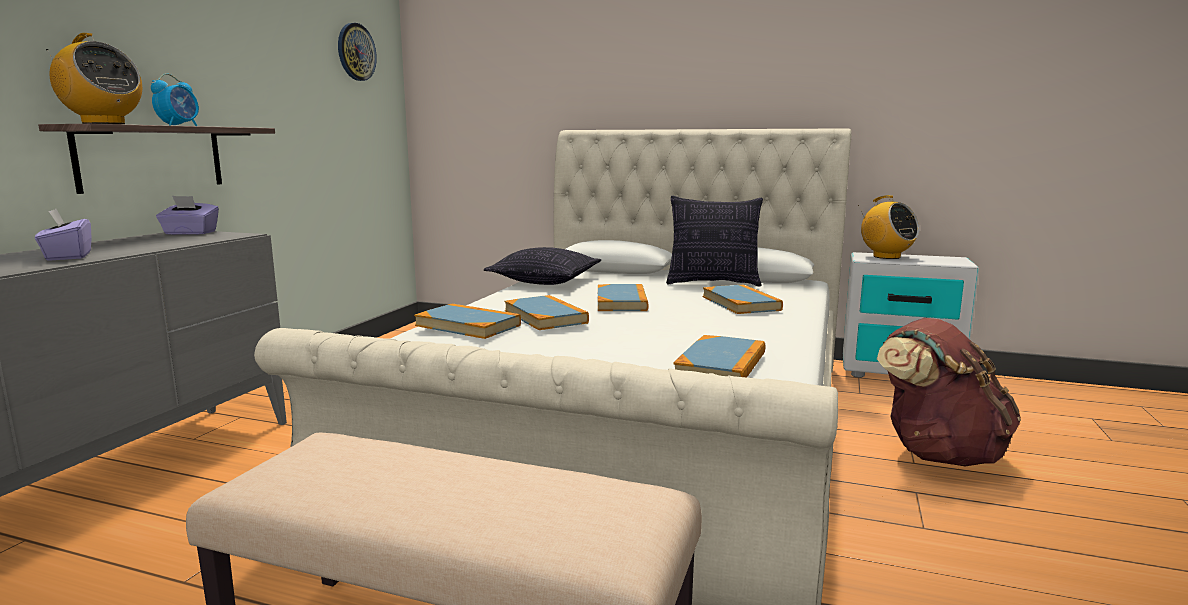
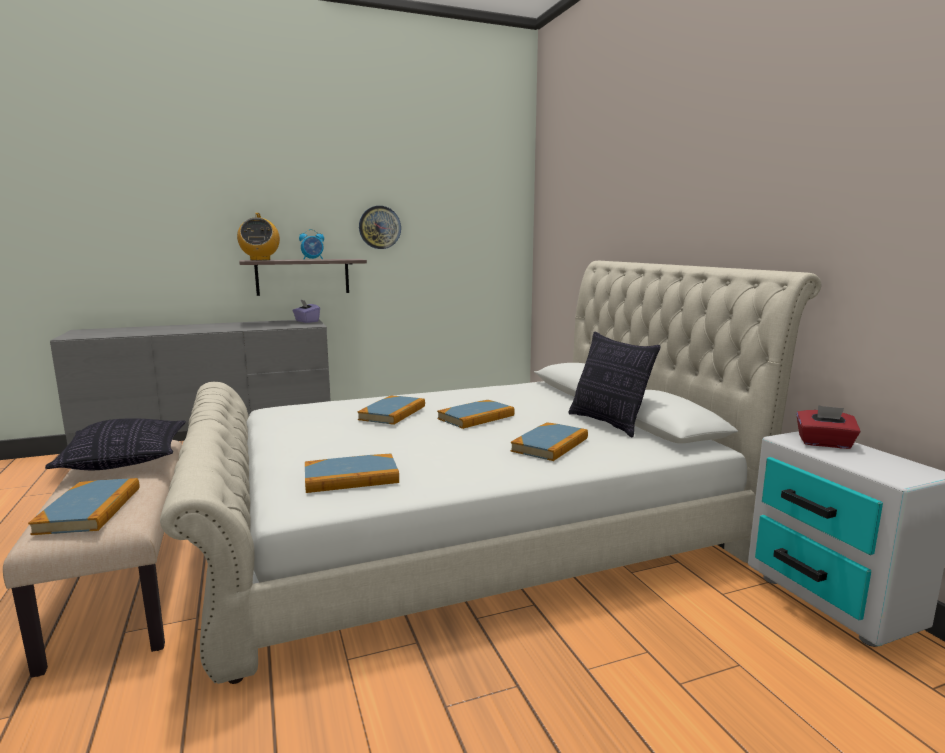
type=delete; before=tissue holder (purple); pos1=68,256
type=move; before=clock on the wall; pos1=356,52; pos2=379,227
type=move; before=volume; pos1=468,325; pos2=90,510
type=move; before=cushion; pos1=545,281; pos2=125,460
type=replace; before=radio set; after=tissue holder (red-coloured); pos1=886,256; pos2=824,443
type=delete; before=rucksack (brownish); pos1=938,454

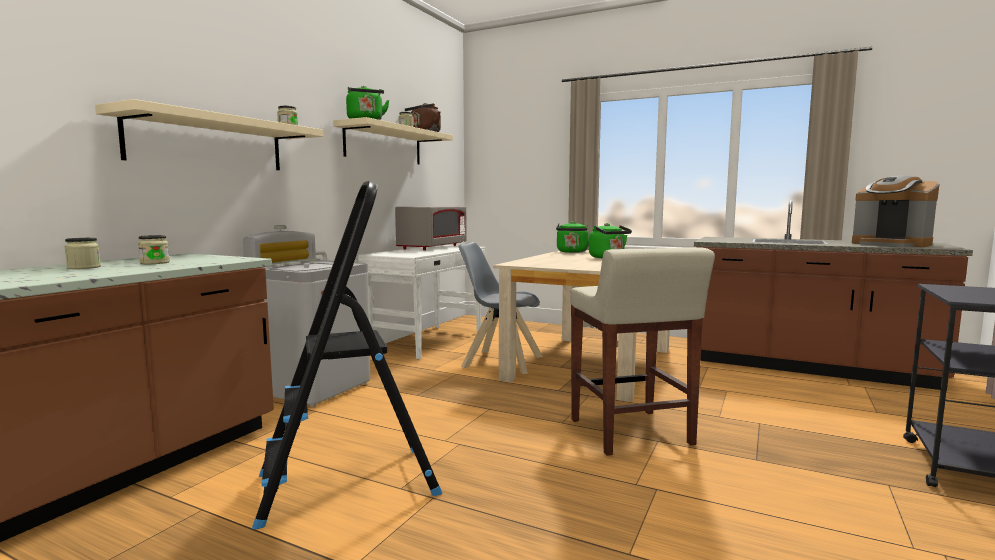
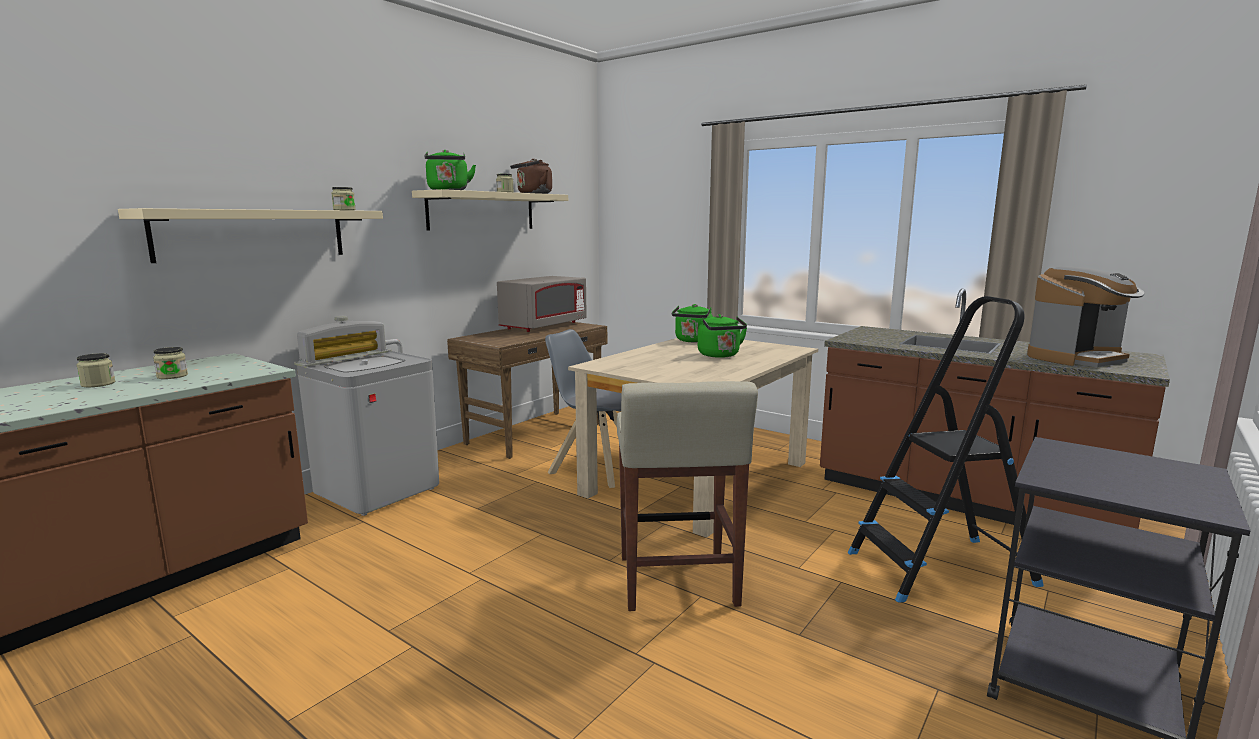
type=move; before=step stool (black); pos1=345,484; pos2=939,568
type=recolor; before=console table (white); after=console table (brownish); pos1=429,341; pos2=535,433
type=rotate; before=coffee brewer; pos1=891,244; pos2=1076,358; turn=-90

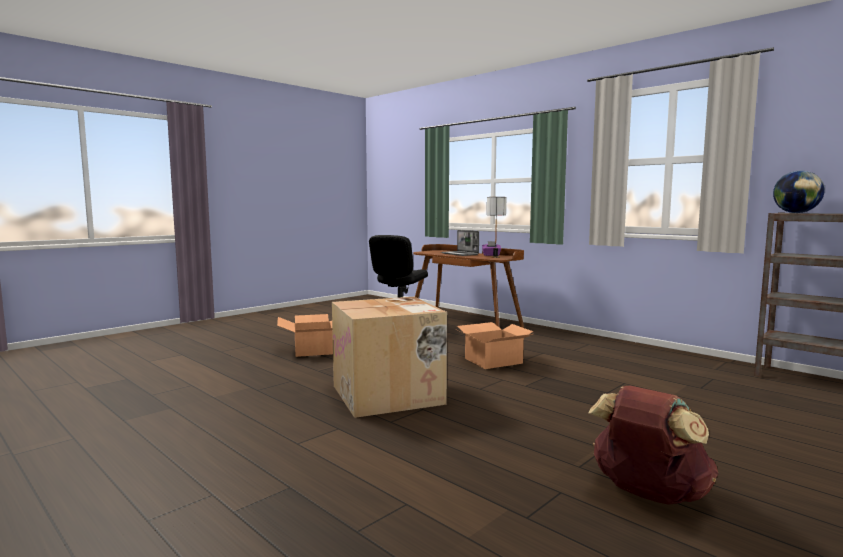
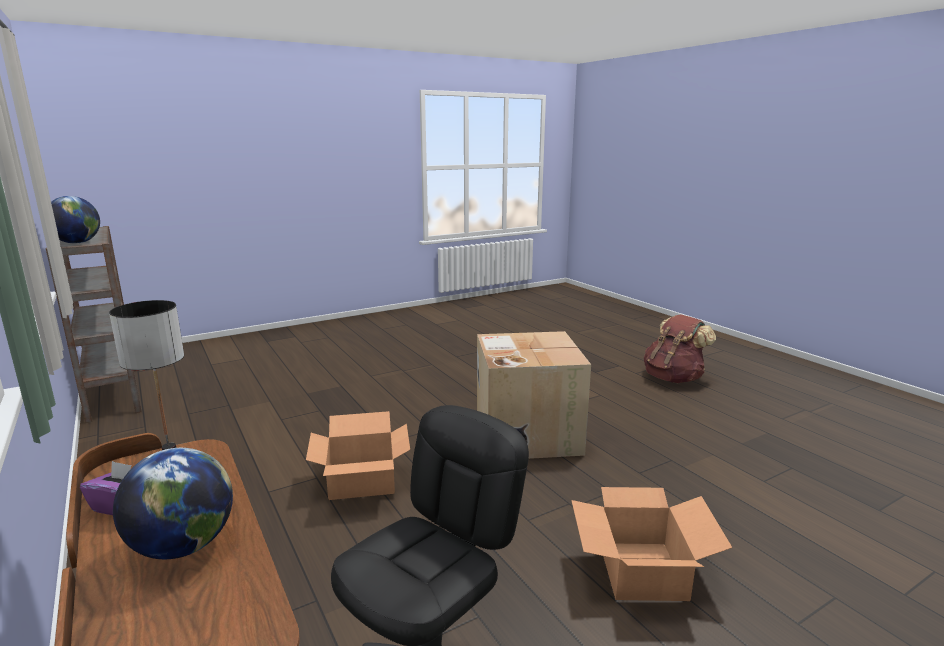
type=replace; before=portable computer; after=globe; pos1=460,254; pos2=183,546
type=move; before=rucksack (brownish); pos1=648,494; pos2=673,378

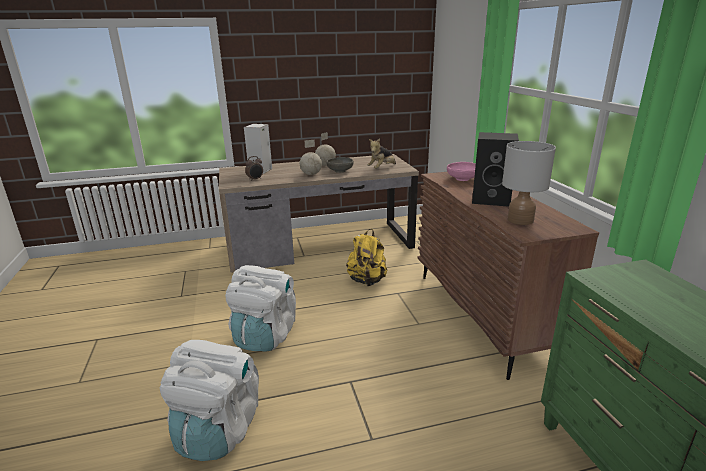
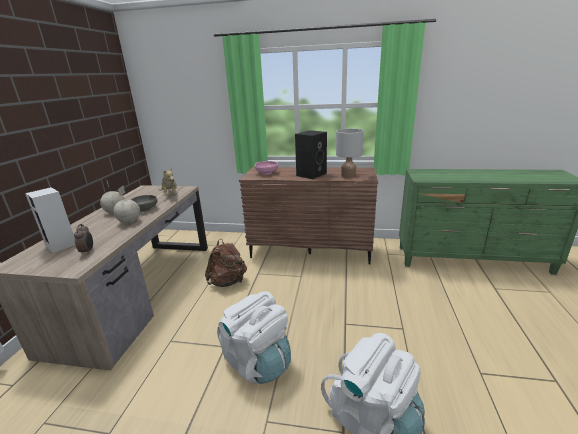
type=recolor; before=rucksack (yellowish); after=rucksack (brownish); pos1=367,281; pos2=228,282

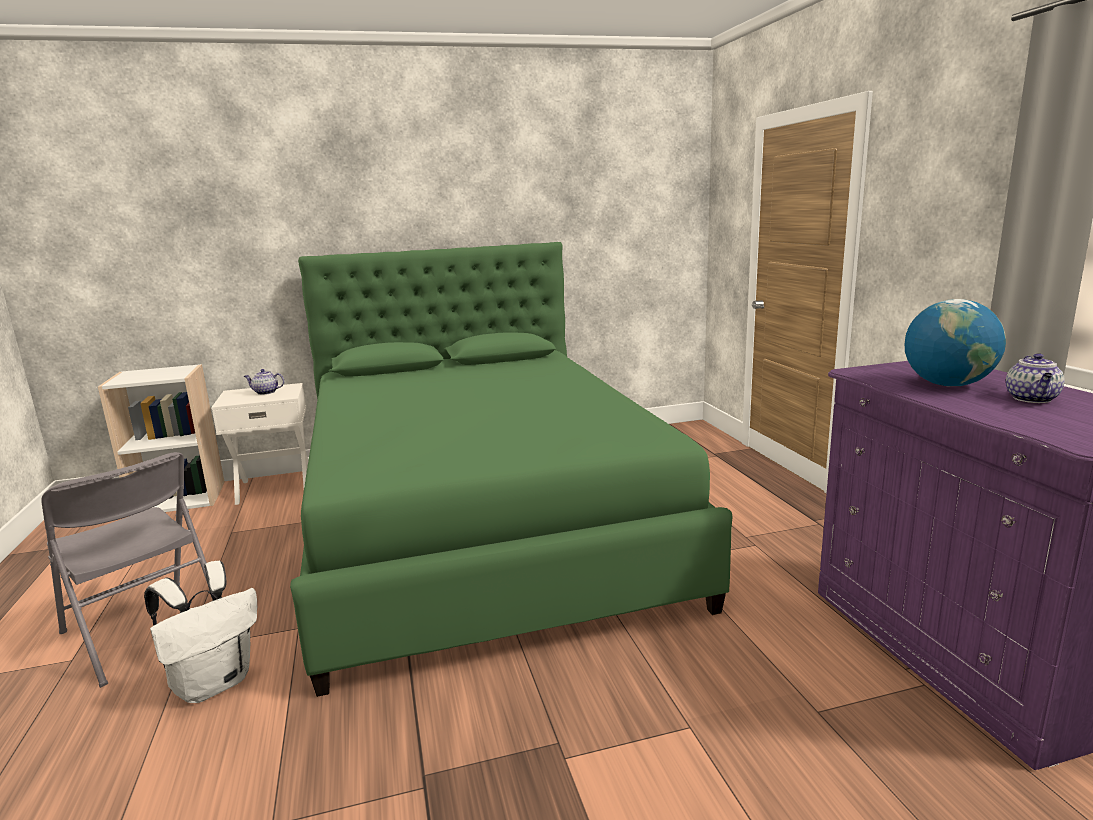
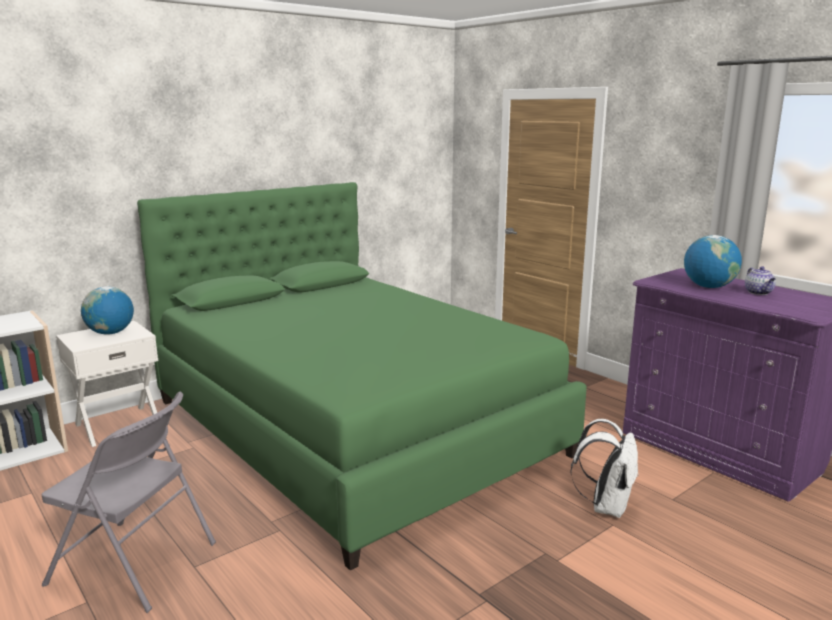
type=move; before=rucksack (white); pos1=214,682; pos2=606,506
type=replace; before=tea pot; after=globe; pos1=265,392; pos2=110,333

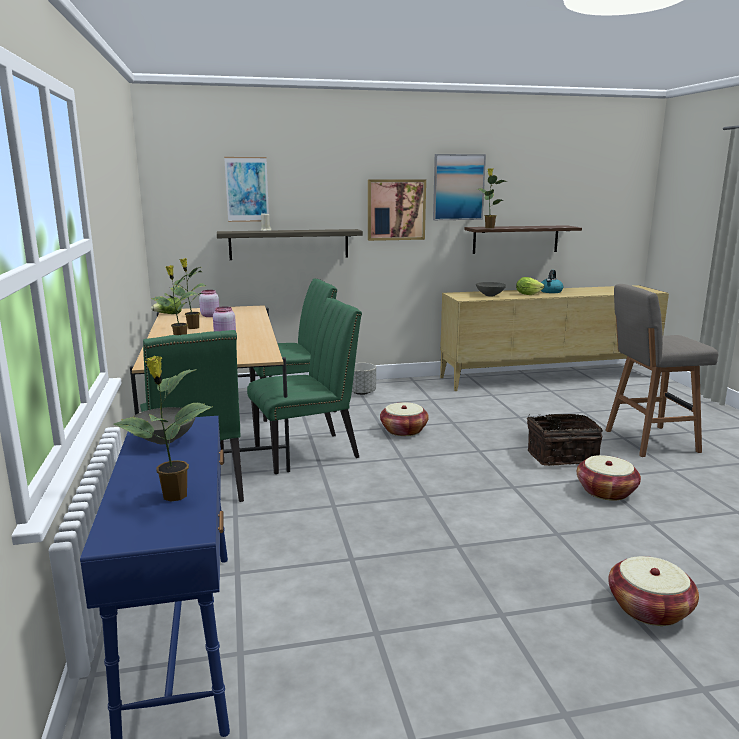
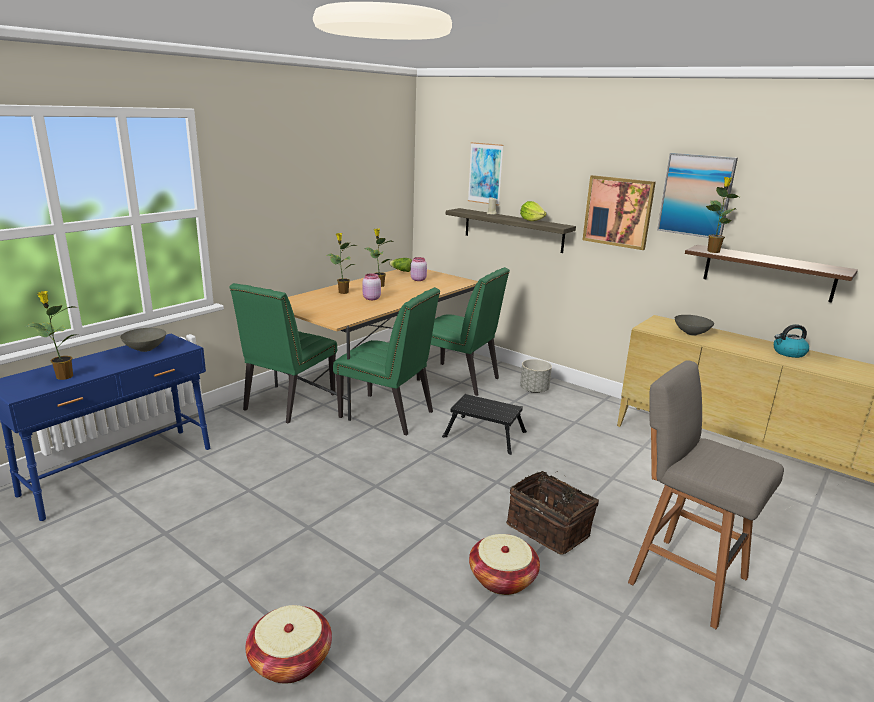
type=replace; before=household basket; after=step stool (black); pos1=404,430; pos2=485,434
type=move; before=lettuce; pos1=528,294; pos2=531,220

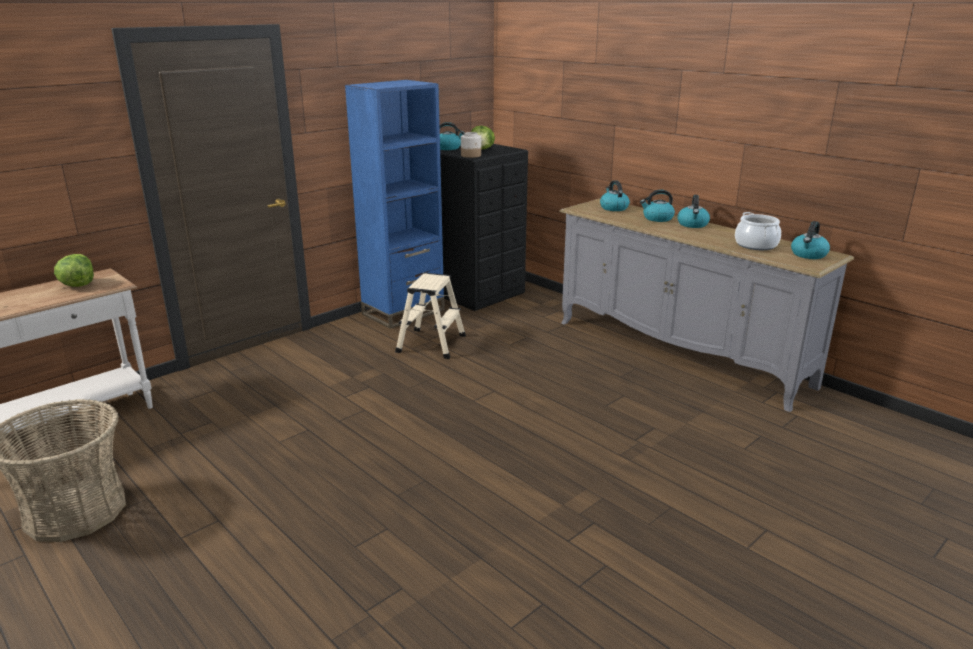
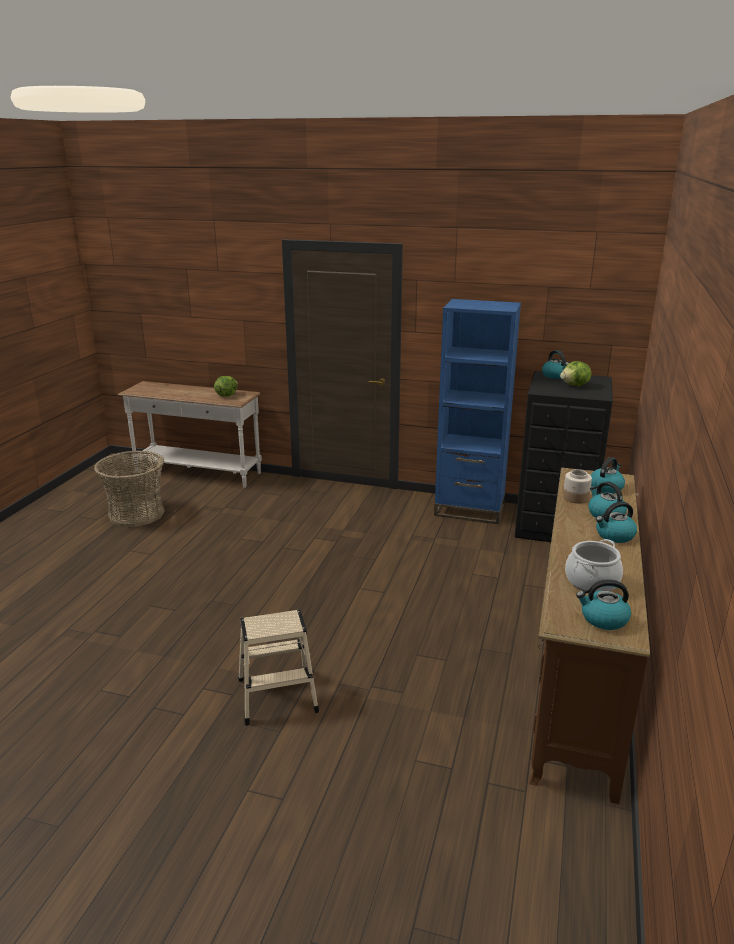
type=move; before=step stool (beige); pos1=431,344; pos2=277,694
type=move; before=preserve jar; pos1=471,155; pos2=575,498
type=recolor; before=cabinet (gray); after=cabinet (brownish); pos1=677,353; pos2=576,673

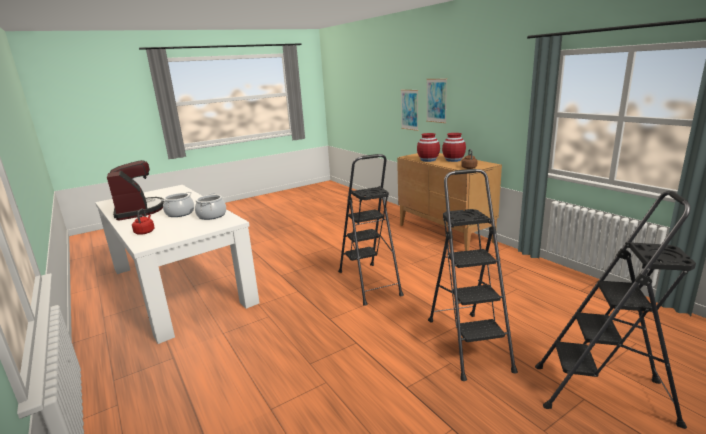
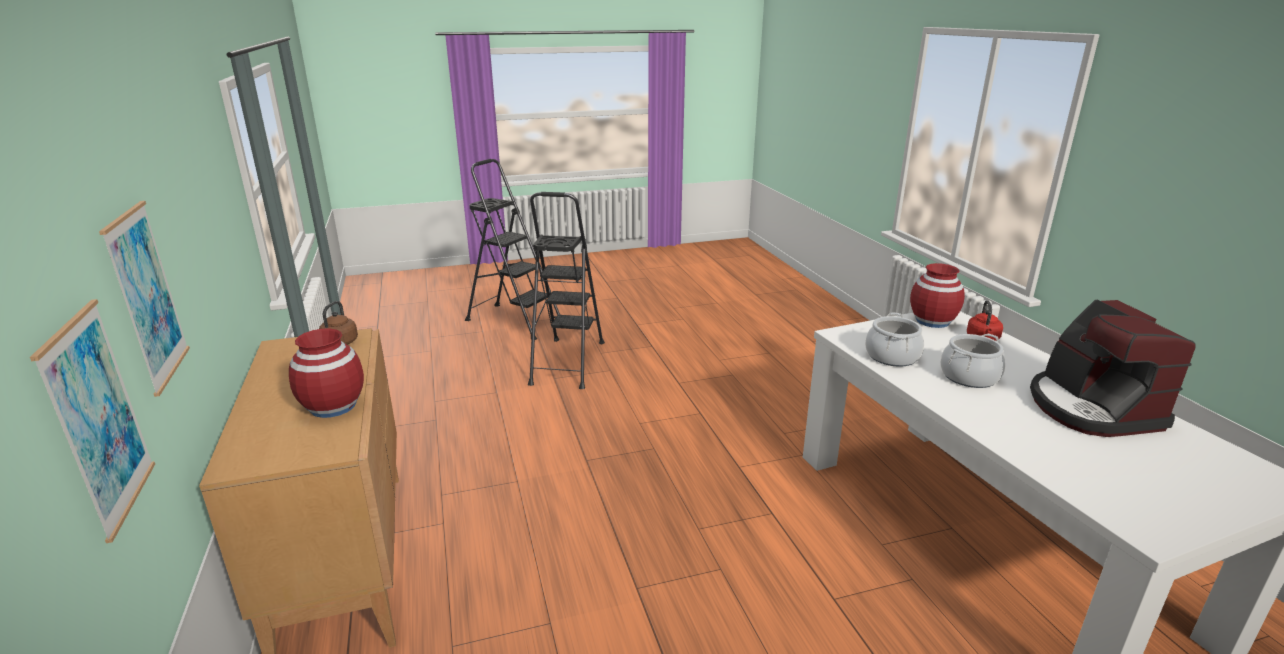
type=delete; before=step stool; pos1=369,283
type=move; before=flower vase (red-coloured); pos1=453,160; pos2=932,321

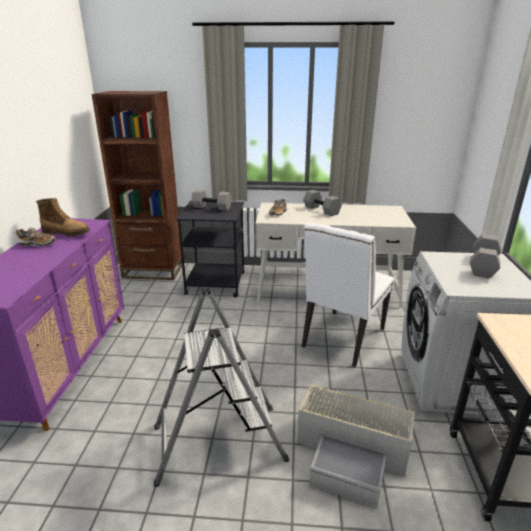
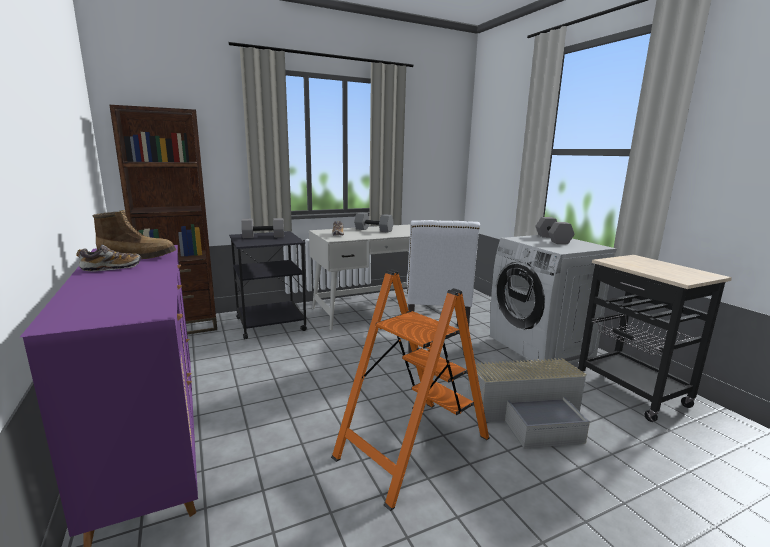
type=recolor; before=step stool (gray); after=step stool (orange); pos1=217,441; pos2=411,448

